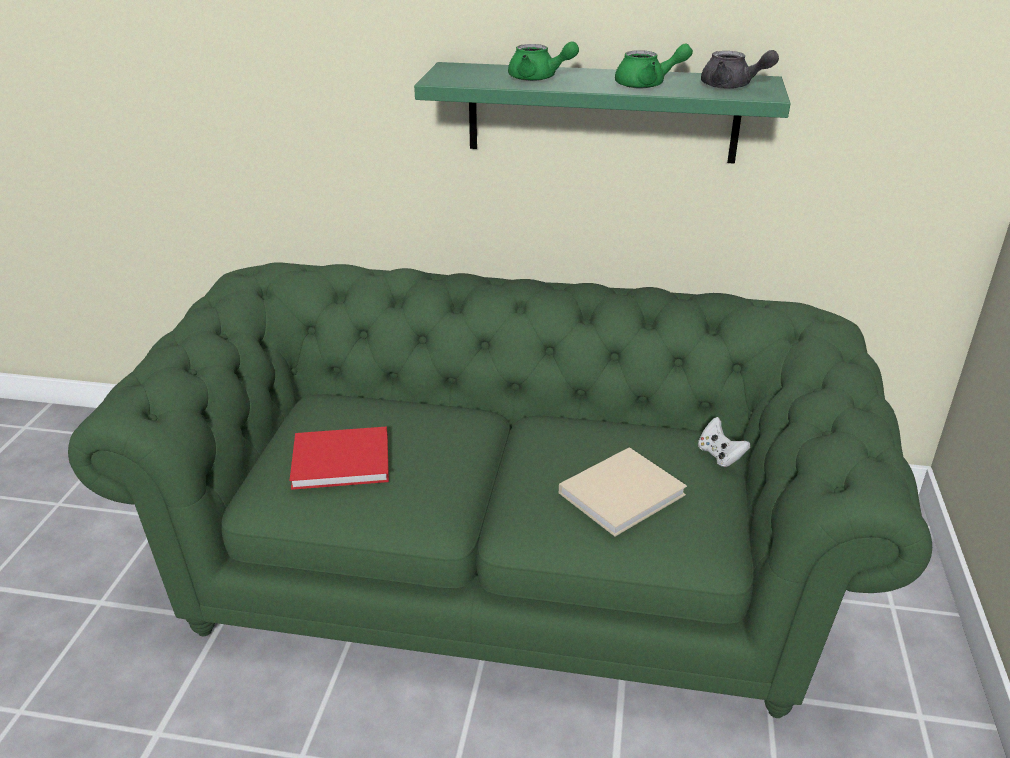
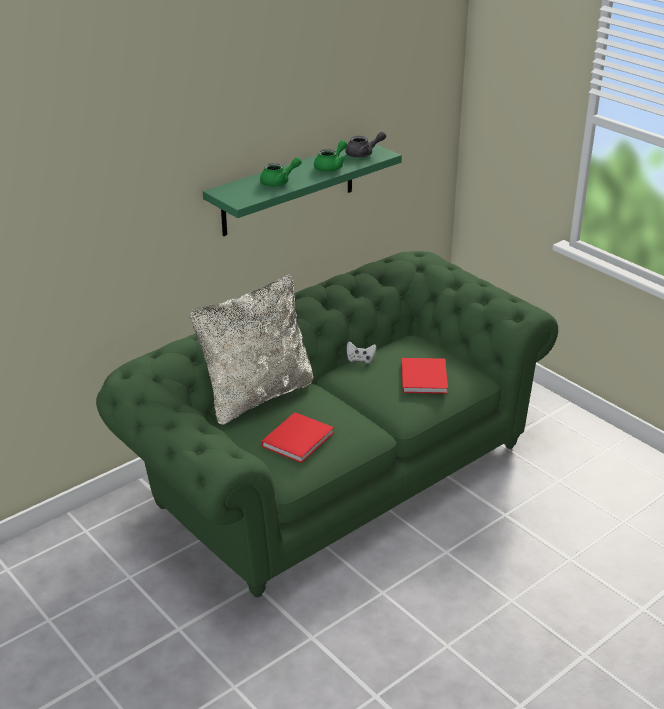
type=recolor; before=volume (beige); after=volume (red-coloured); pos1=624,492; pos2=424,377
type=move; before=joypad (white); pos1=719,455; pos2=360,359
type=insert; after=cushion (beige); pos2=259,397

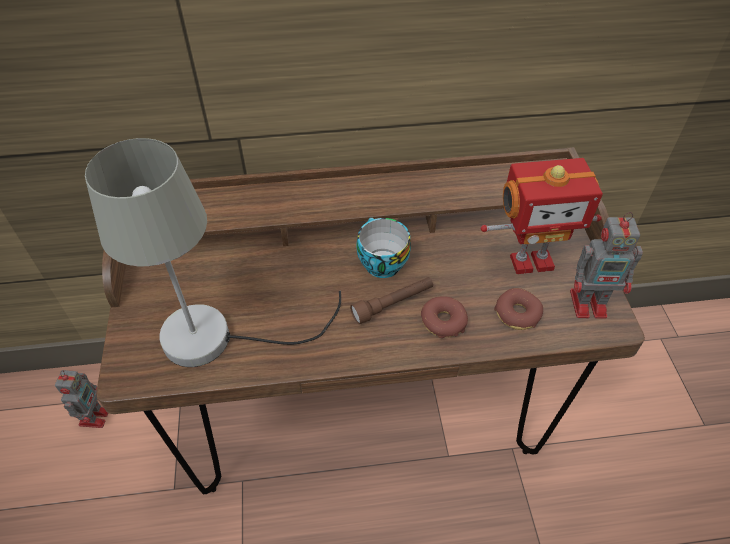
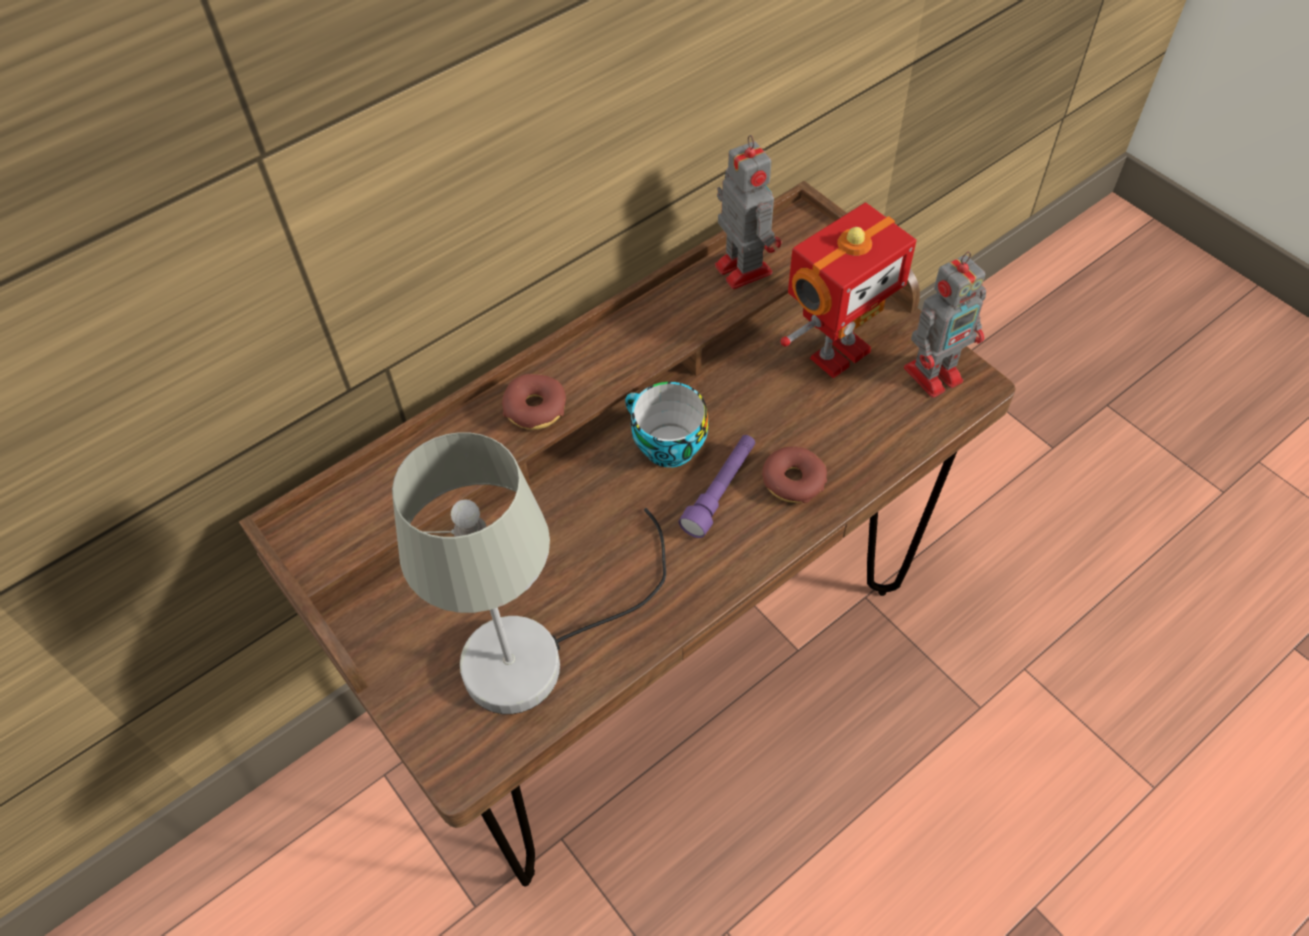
type=move; before=model robot; pos1=95,416; pos2=742,267
type=recolor; before=hand torch (brownish); after=hand torch (purple); pos1=393,304; pos2=720,491
type=move; before=donut; pos1=517,314; pos2=535,408

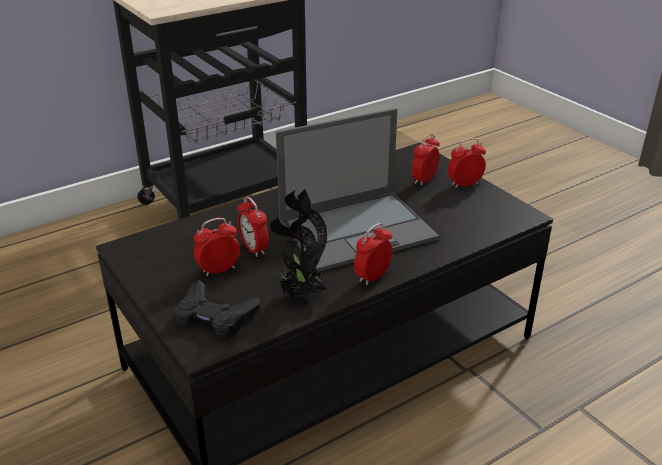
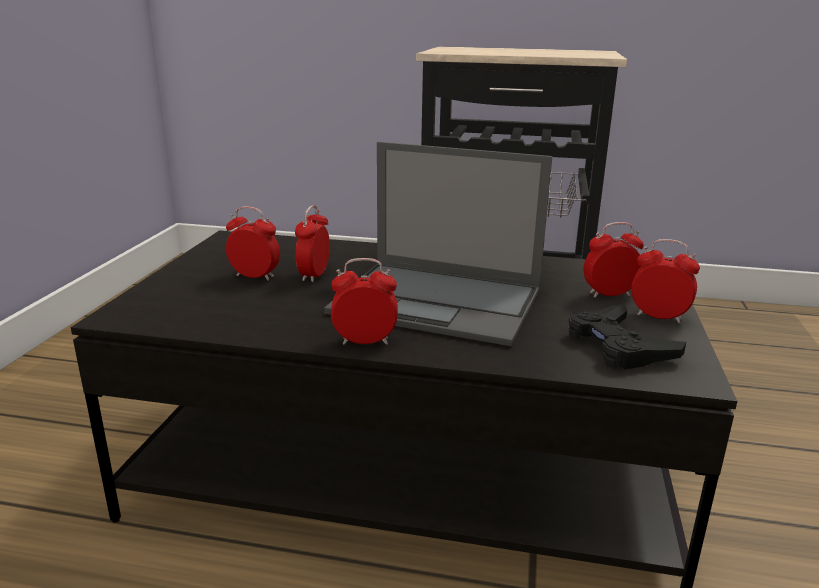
type=move; before=joypad (black); pos1=215,316; pos2=618,346
type=delete; before=potted plant; pos1=300,296

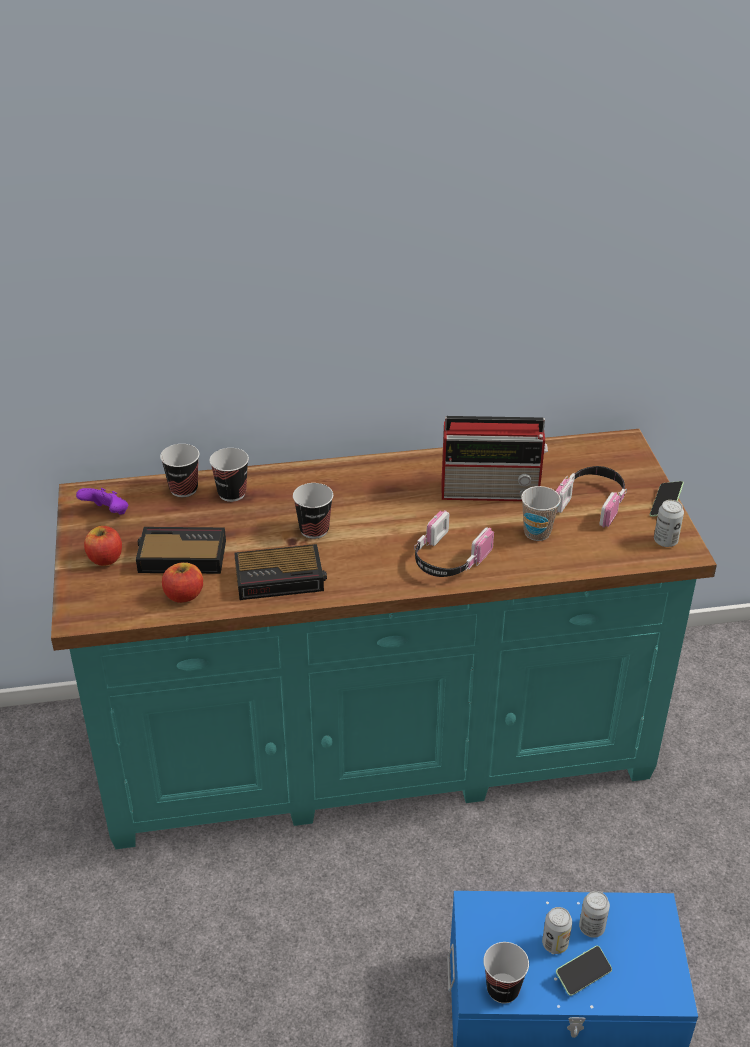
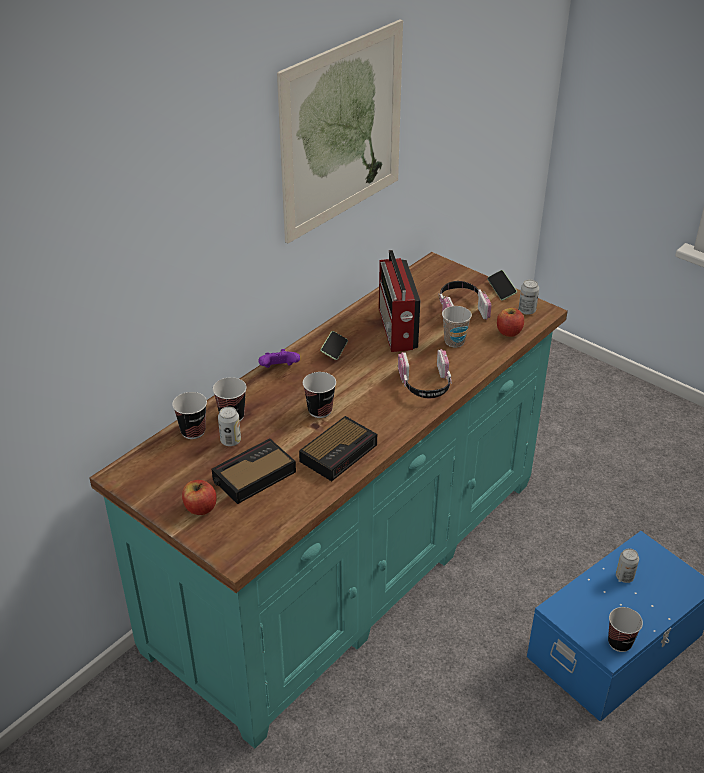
type=move; before=joypad (purple); pos1=107,513; pos2=279,369
type=move; before=apple; pos1=184,595; pos2=509,332
type=rotate; before=radio set; pos1=492,491; pos2=397,329; turn=120
type=move; before=can; pos1=555,944; pos2=230,441
type=move; before=phone; pos1=583,975; pos2=334,350
type=insert; after=picture; pos2=342,131

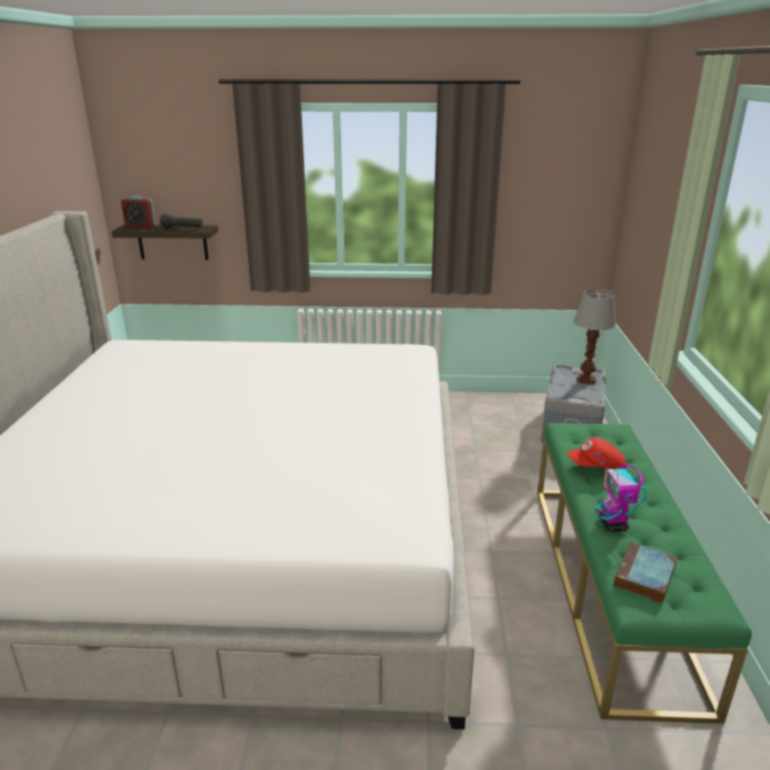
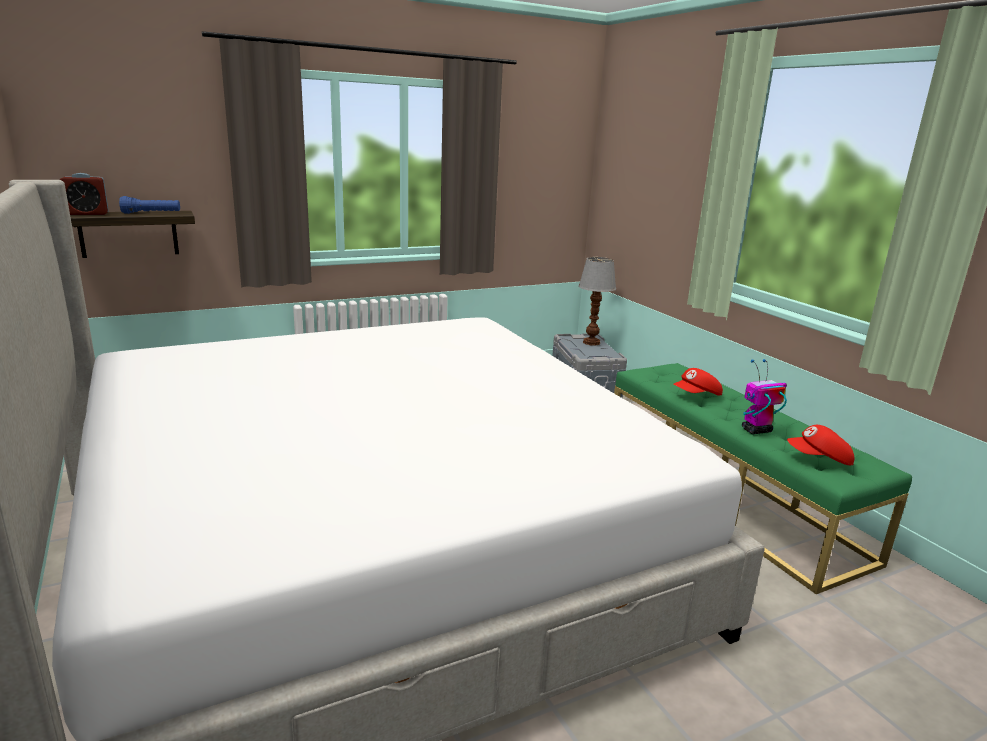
type=recolor; before=hand torch (black); after=hand torch (blue); pos1=182,228; pos2=151,213
type=rotate; before=model robot; pos1=613,524; pos2=756,430; turn=105
type=replace; before=volume; after=baseball cap (red-coloured); pos1=644,577; pos2=819,459

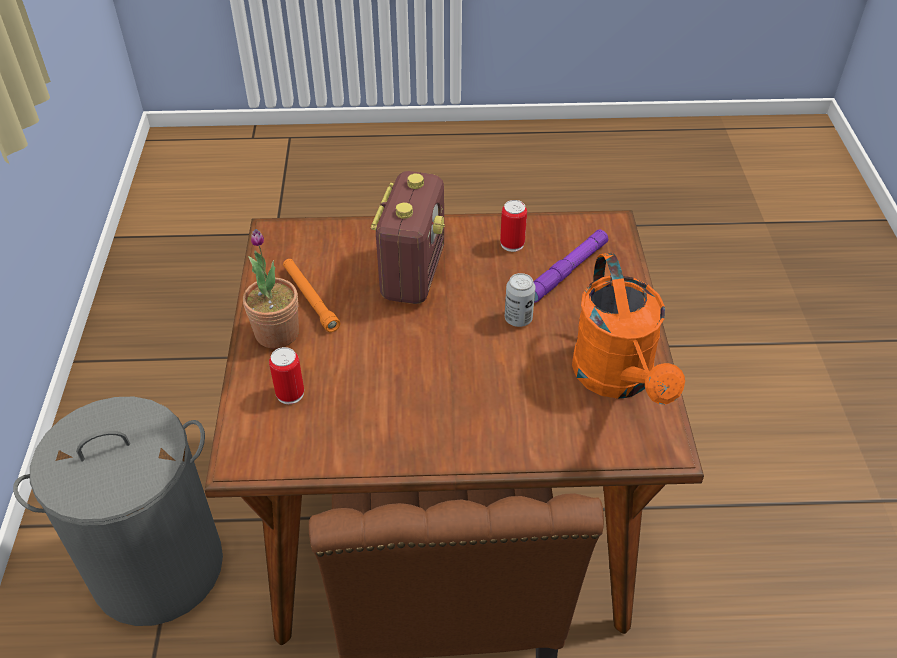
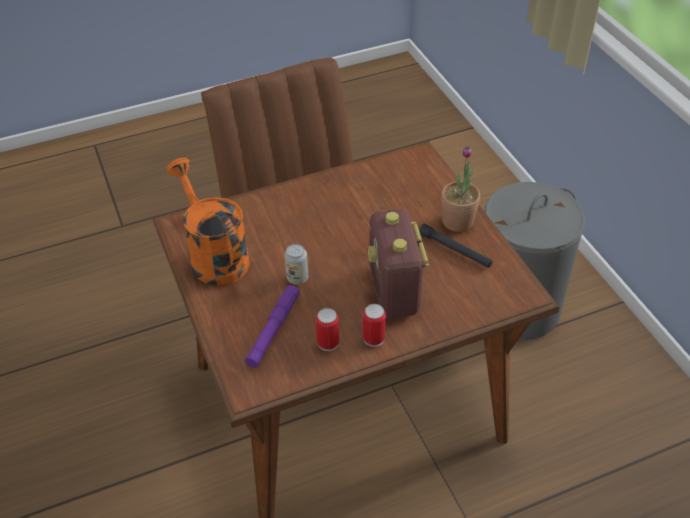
type=move; before=can; pos1=290,394; pos2=373,338
type=recolor; before=hand torch (orange); after=hand torch (black); pos1=310,299; pos2=455,250

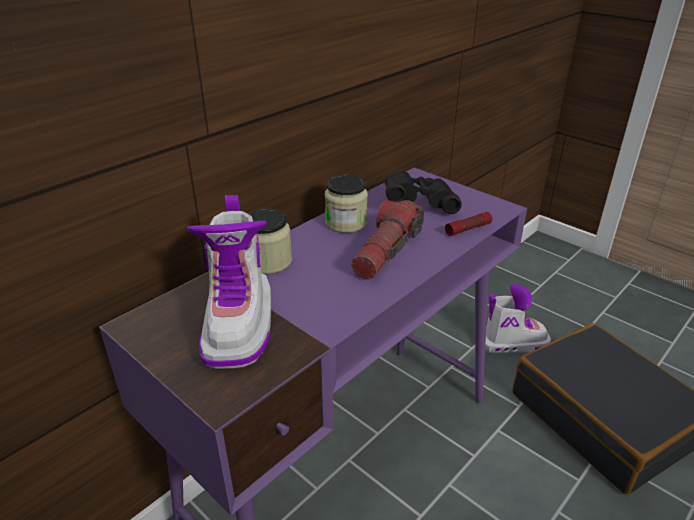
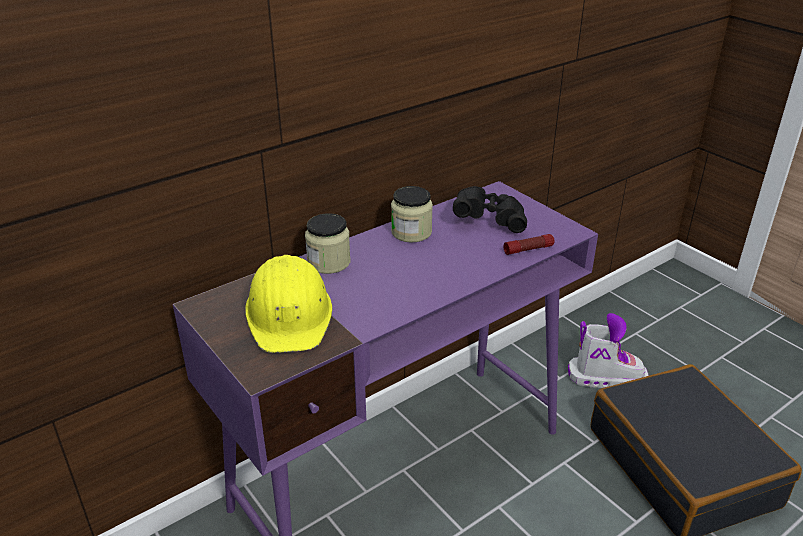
type=replace; before=tall boot; after=safety helmet (yellowish); pos1=239,324; pos2=290,314
type=delete; before=hand torch; pos1=386,251

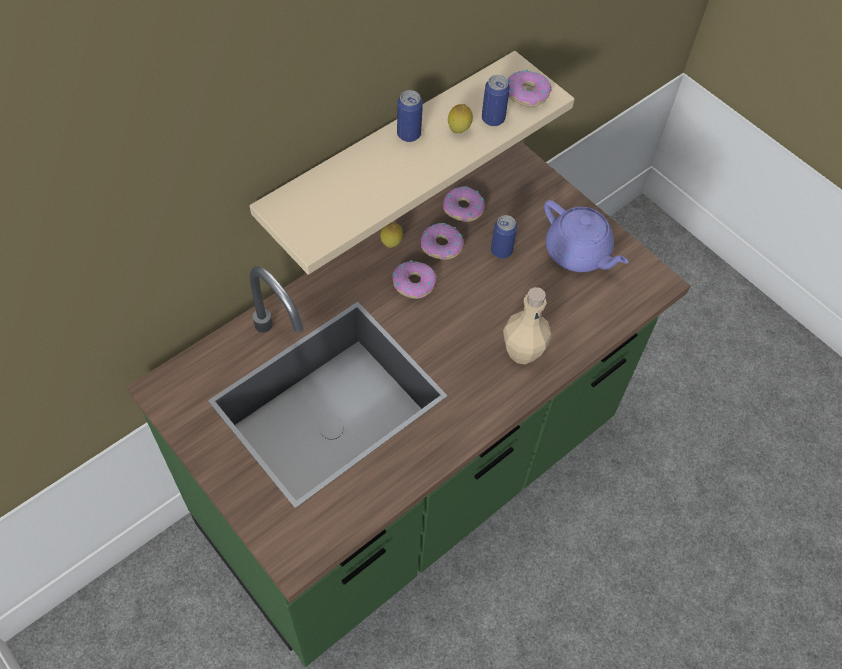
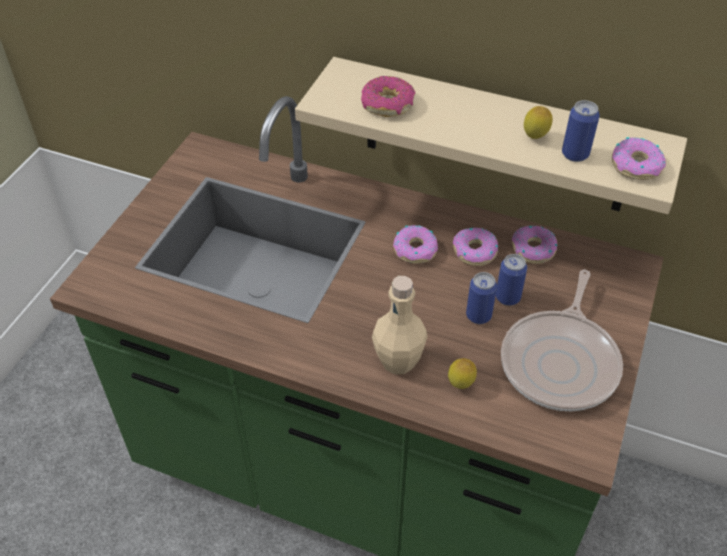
type=move; before=lemon; pos1=391,244; pos2=460,385
type=move; before=can; pos1=409,134; pos2=478,316
type=replace; before=tea pot (purple); after=skillet; pos1=578,253; pos2=561,361
type=insert; after=donut; pos2=388,105

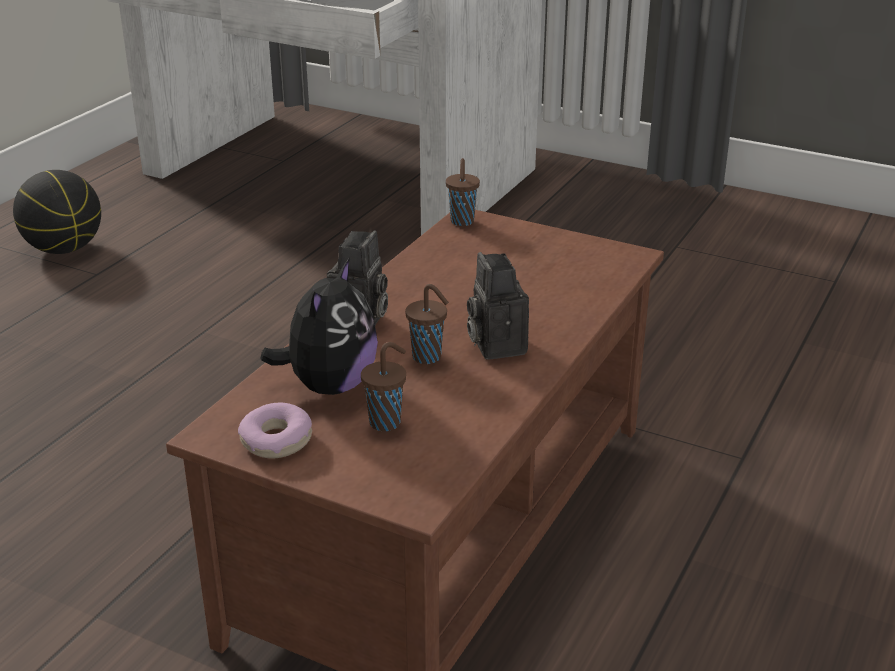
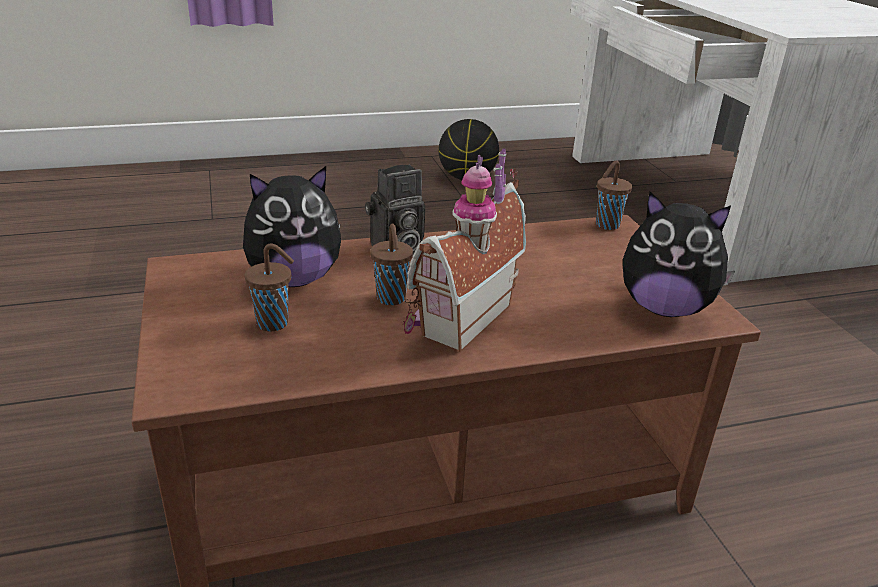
type=delete; before=donut; pos1=276,441
type=replace; before=photo camera; after=model house; pos1=495,344; pos2=457,319
type=insert; after=soft toy; pos2=664,308

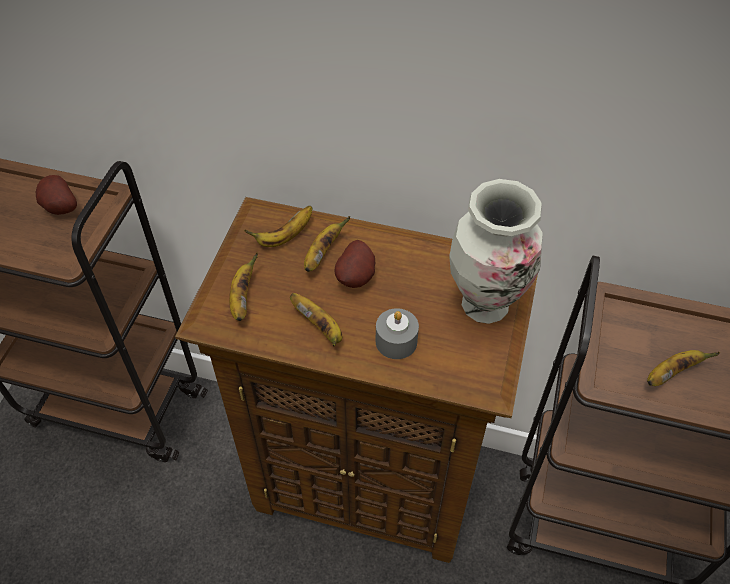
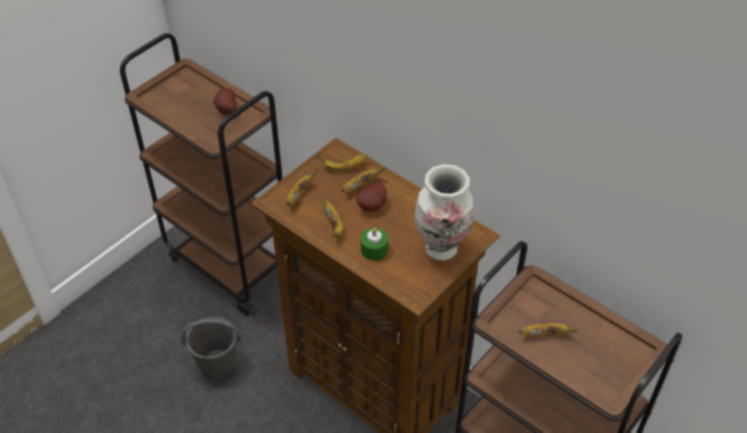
type=recolor; before=candle (gray); after=candle (green); pos1=396,341; pos2=374,250
type=insert; after=bucket (gray); pos2=217,364

